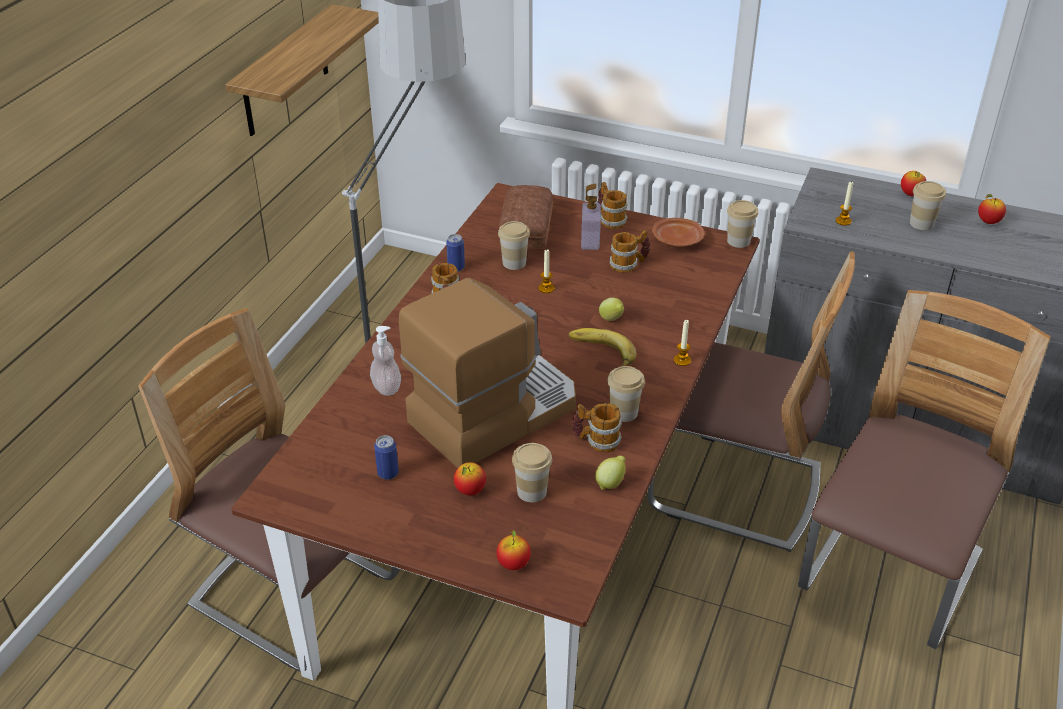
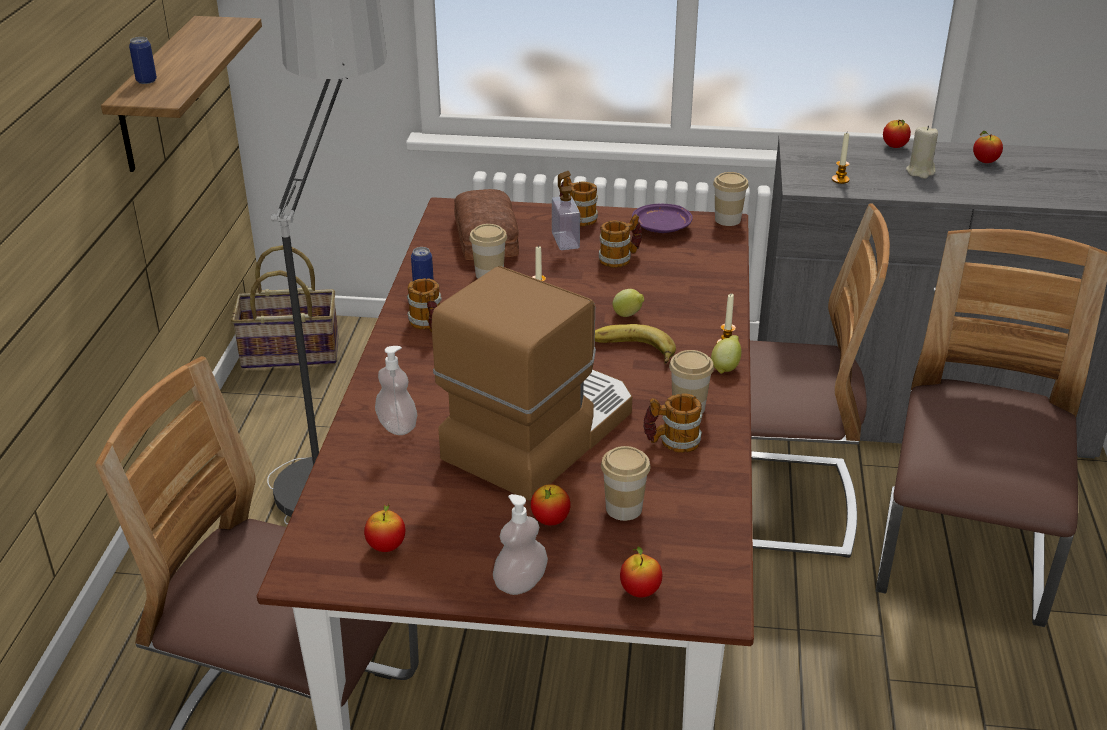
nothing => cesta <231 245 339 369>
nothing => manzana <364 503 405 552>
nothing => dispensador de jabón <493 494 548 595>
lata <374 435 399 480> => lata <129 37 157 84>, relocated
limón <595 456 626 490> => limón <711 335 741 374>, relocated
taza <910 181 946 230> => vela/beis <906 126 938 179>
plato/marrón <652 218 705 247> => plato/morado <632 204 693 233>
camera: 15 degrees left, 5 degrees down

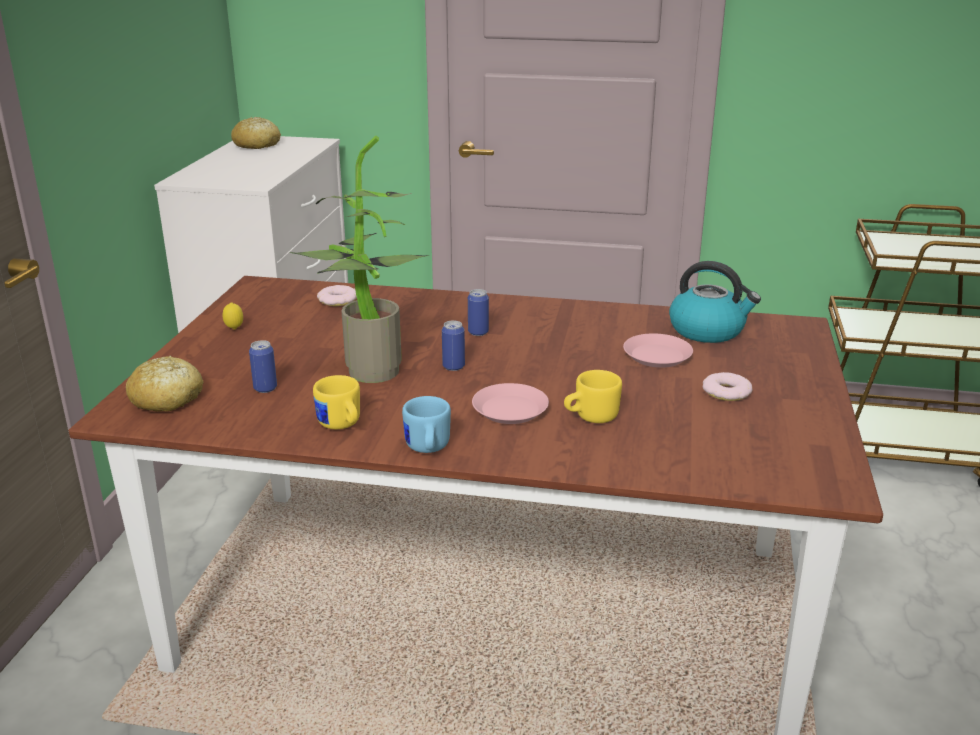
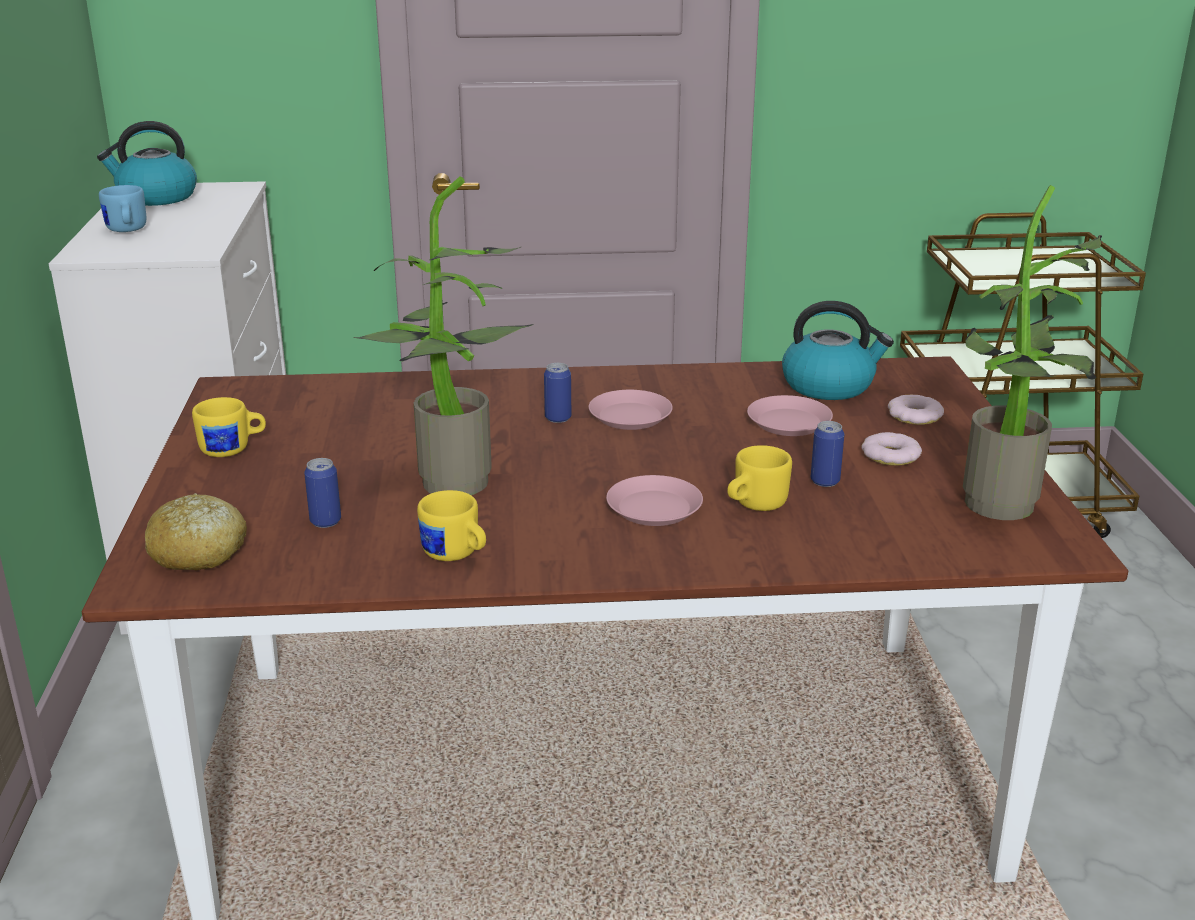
nothing => plato/rosa <589 390 673 430>
nothing => planta en maceta <963 185 1102 520>
rosquilla <317 285 357 306> => rosquilla <888 395 944 425>, relocated
taza grande/azul <402 396 451 453> => taza grande/azul <99 185 146 232>, relocated
lata <442 321 465 371> => lata <811 421 844 487>, relocated
limón <222 303 243 330> => taza grande/amarillo <192 397 266 457>
pan <231 117 281 149> => hervidor <97 121 197 206>
camera: 15 degrees left, 0 degrees up

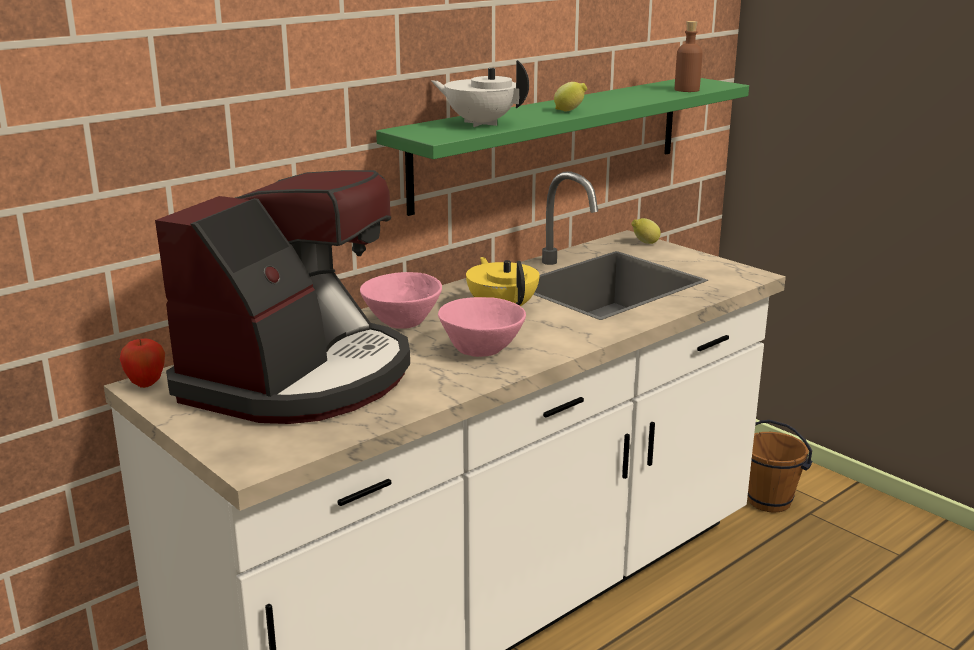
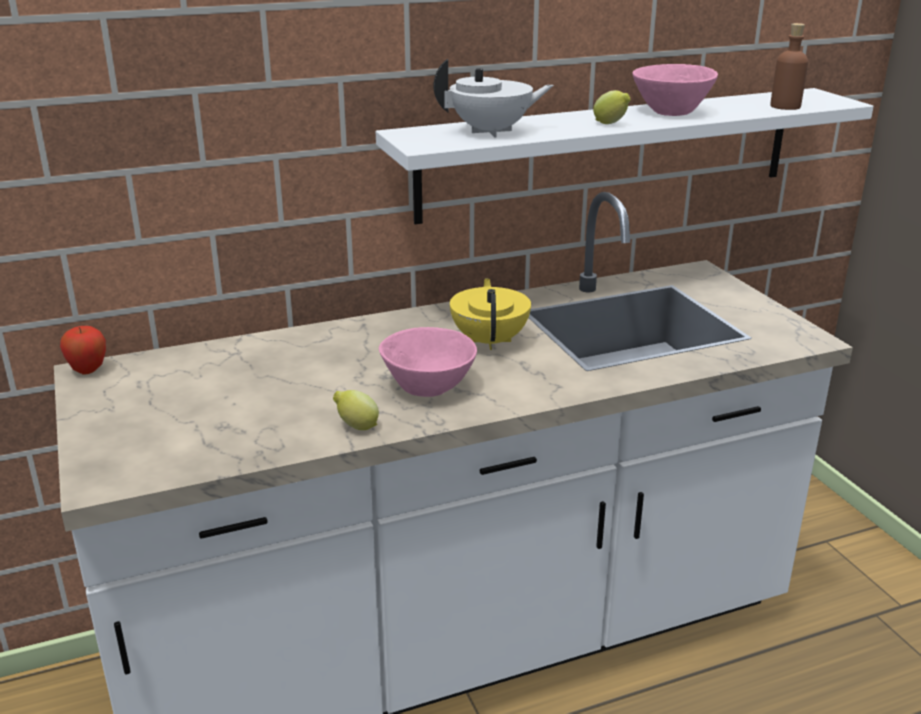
cafetera <155 170 410 424> => nothing
cubo/marrón <748 420 812 513> => nothing
cuenco/rosa <360 272 442 329> => cuenco/rosa <632 64 718 116>, relocated
limón <632 218 661 244> => limón <333 390 379 430>, relocated
estante/verde <376 78 749 216> => estante/blanco <376 88 874 224>
tetera/blanco <431 60 529 127> => tetera/blanco <433 59 554 137>, 120 degrees clockwise
camera: 20 degrees right, 5 degrees up

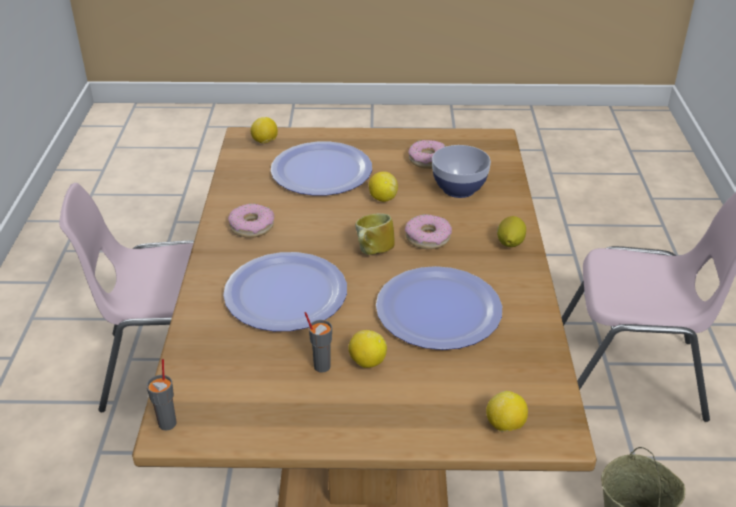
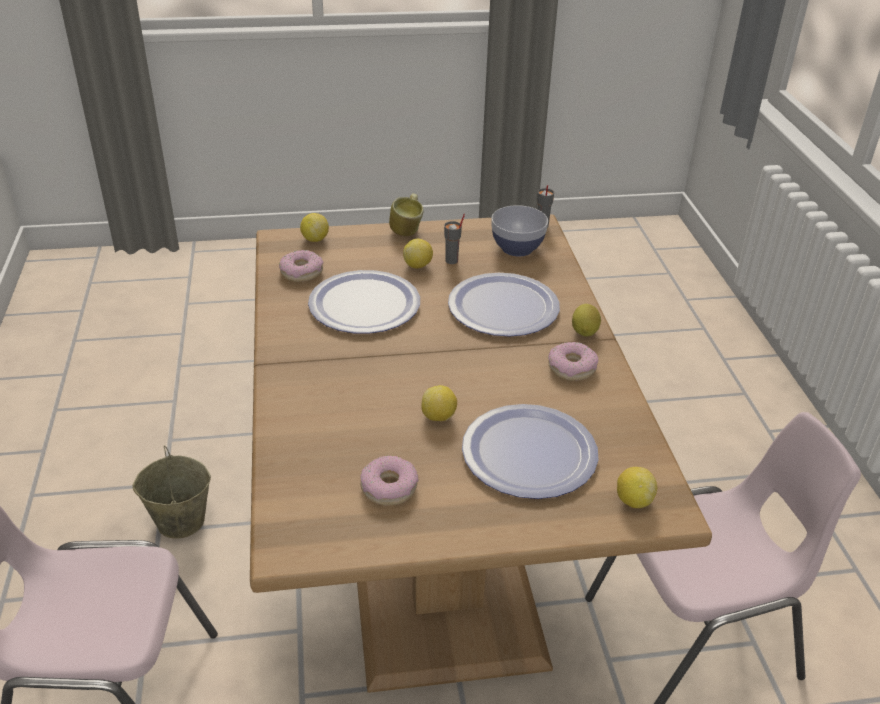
taza grande <355 213 395 255> => taza grande <389 193 423 236>, relocated
rosquilla <405 214 452 249> => rosquilla <279 250 324 282>, relocated
cuenco <432 145 491 198> => cuenco <491 205 548 256>, relocated
limón <497 216 526 247> => limón <572 304 601 337>, relocated
camera: 170 degrees right, 0 degrees up

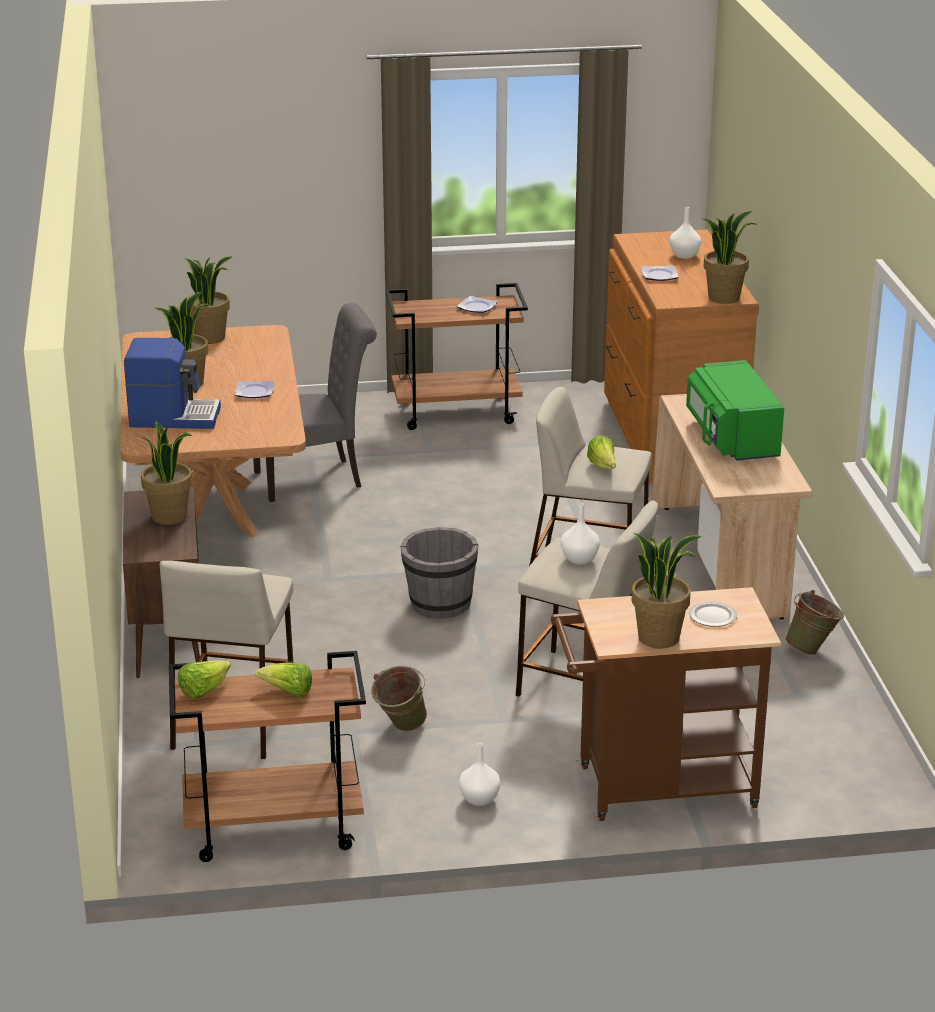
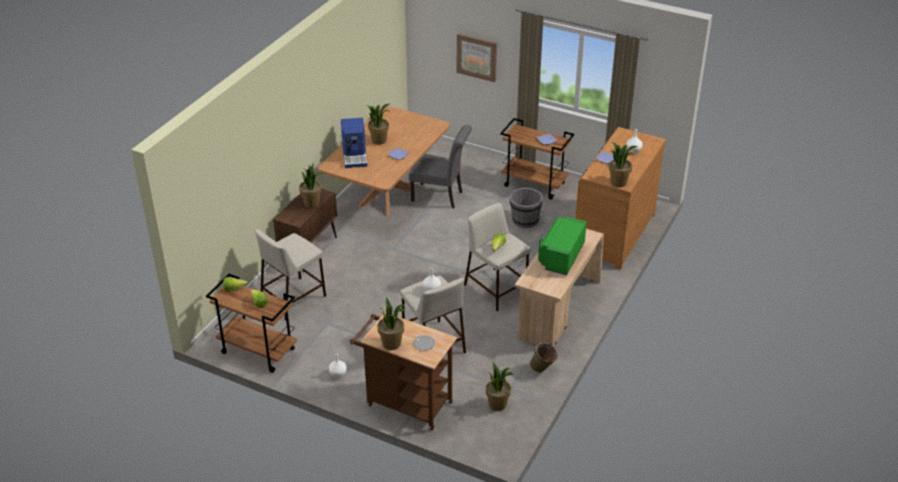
cubo/verde <371 665 427 731> => nothing
nothing => cuadro <457 33 497 82>
planta en maceta <184 256 233 344> => planta en maceta <486 362 514 411>, relocated
cubo/gris <400 527 478 619> => cubo/gris <510 188 543 228>, relocated
cafetera <124 338 221 429> => cafetera <341 118 367 168>, 45 degrees clockwise
camera: 35 degrees right, 10 degrees up

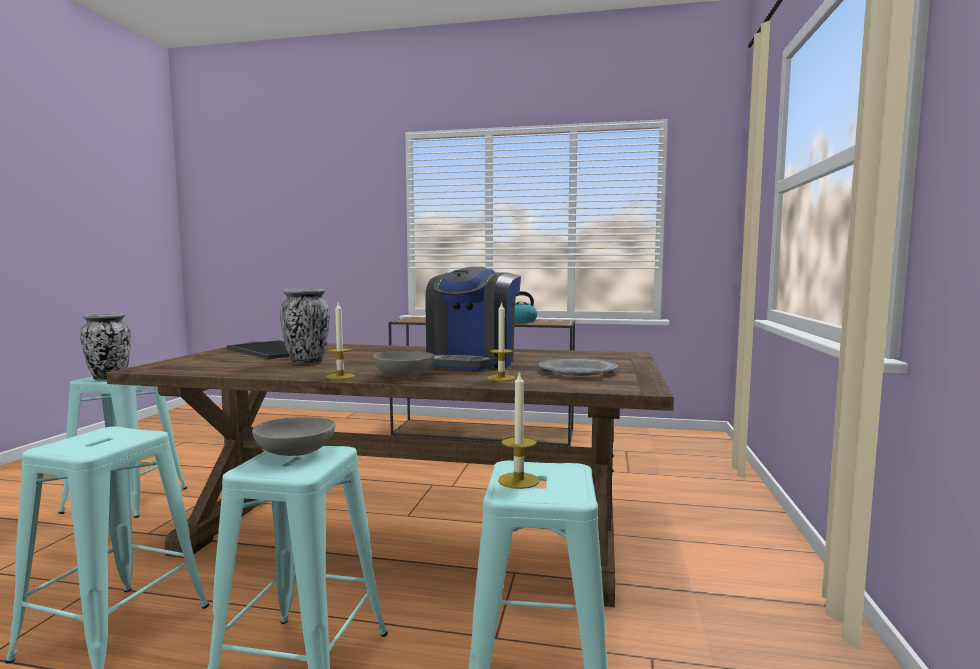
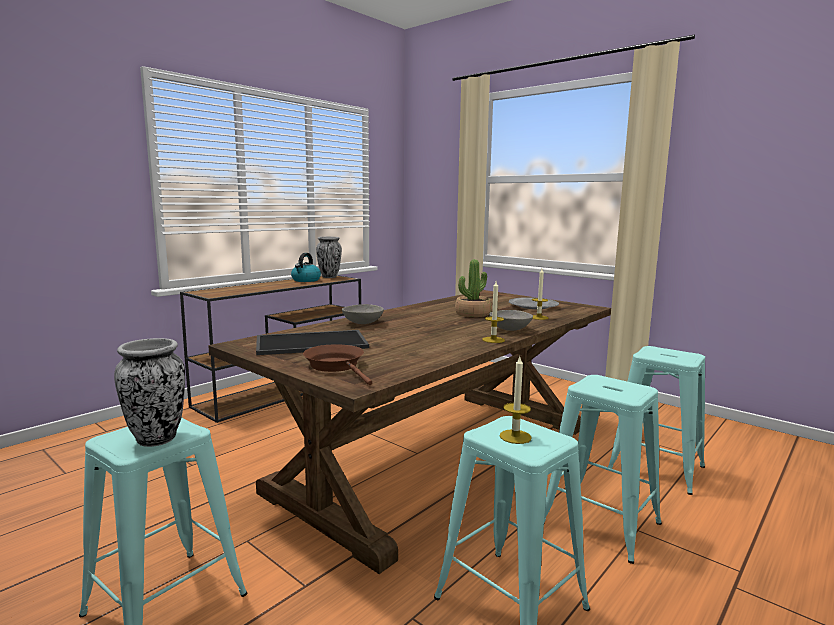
nothing => sartén/marrón <303 344 372 385>
cuenco/gris <252 417 335 456> => cuenco/gris <342 304 384 324>, relocated
florero <280 288 330 365> => florero <316 237 342 278>, relocated
vela <498 371 539 489> => vela <500 357 531 444>, relocated
cafetera <425 267 521 370> => planta en maceta <455 259 492 317>
camera: 60 degrees left, 5 degrees up

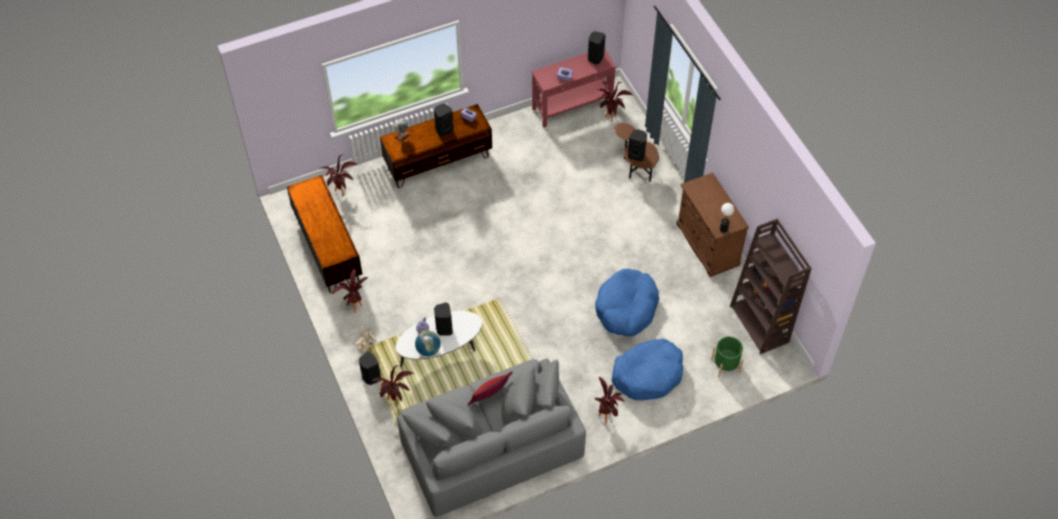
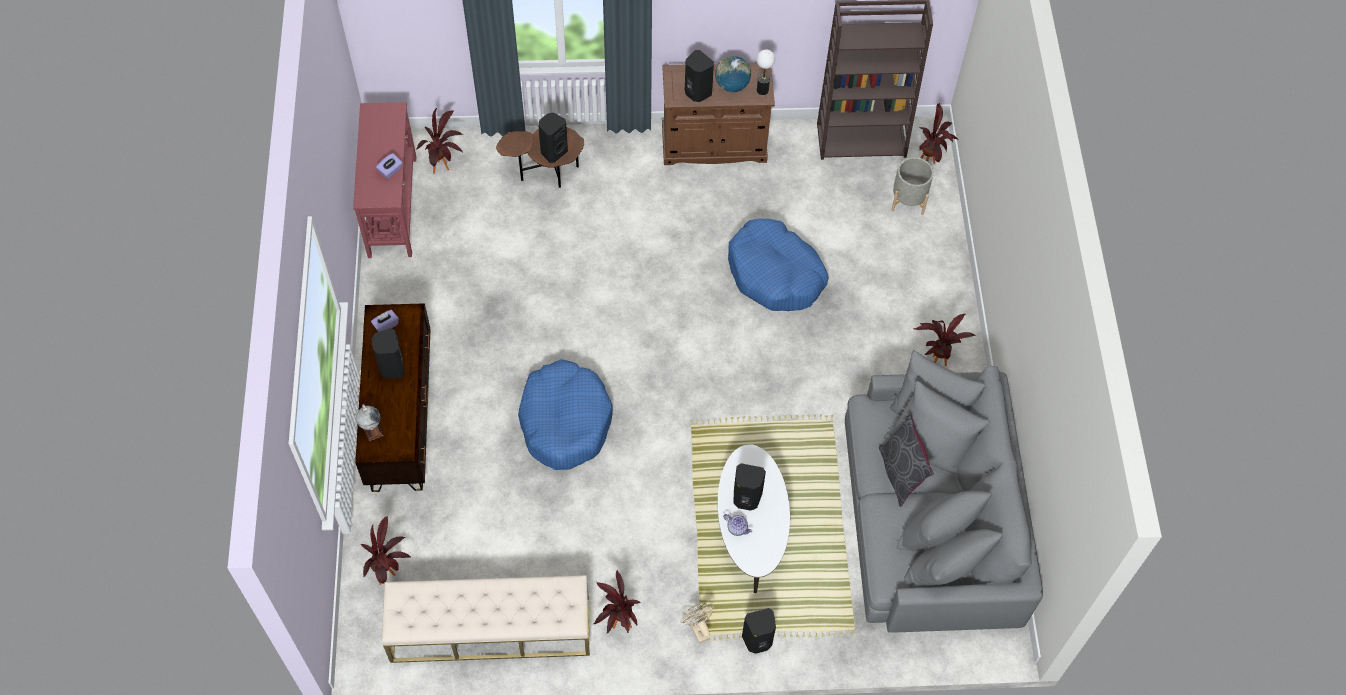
planta en maceta <371 365 414 404> => planta en maceta <919 103 959 164>, relocated
globo terráqueo <415 331 441 356> => globo terráqueo <715 56 751 92>, relocated
altavoz/negro <588 31 605 65> => altavoz/negro <685 50 714 102>, relocated
cama para perro/azul <611 339 683 401> => cama para perro/azul <518 359 612 470>, relocated
mueble de televisión/marrón <287 175 362 293> => banco/beis <382 575 590 663>
cojín/rojo <468 371 513 405> => cojín/gris <879 413 934 507>
maceta/verde <711 336 743 378> => maceta/gris <891 157 934 215>
camera: 70 degrees left, 5 degrees up

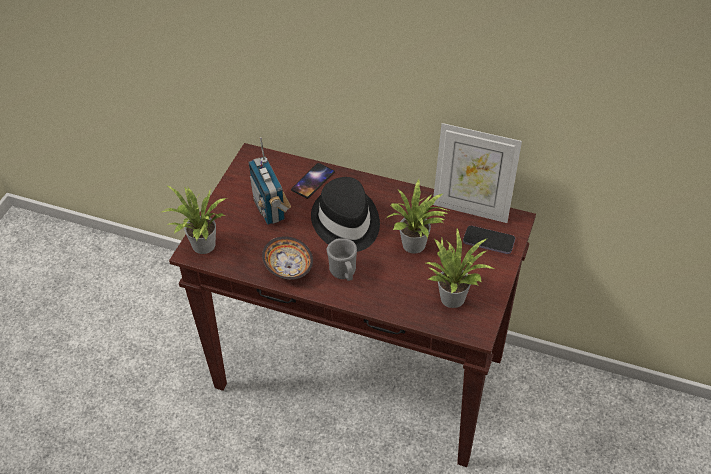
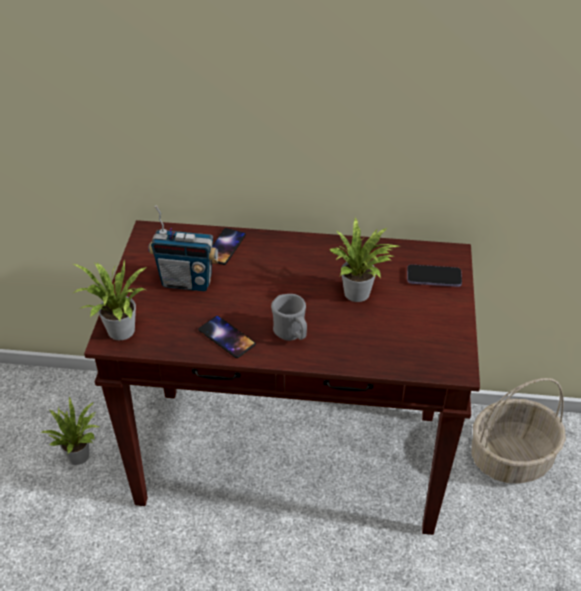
sombrero/negro <311 177 380 252> => nothing
portarretratos <433 123 522 223> => nothing
nothing => cesta <472 378 566 484>
planta en maceta <426 229 494 308> => planta en maceta <41 396 99 465>, relocated
cuenco <262 236 313 280> => móvil <198 316 256 358>
radio <248 137 291 225> => radio <148 205 219 291>, 45 degrees counterclockwise
camera: 15 degrees left, 5 degrees down

